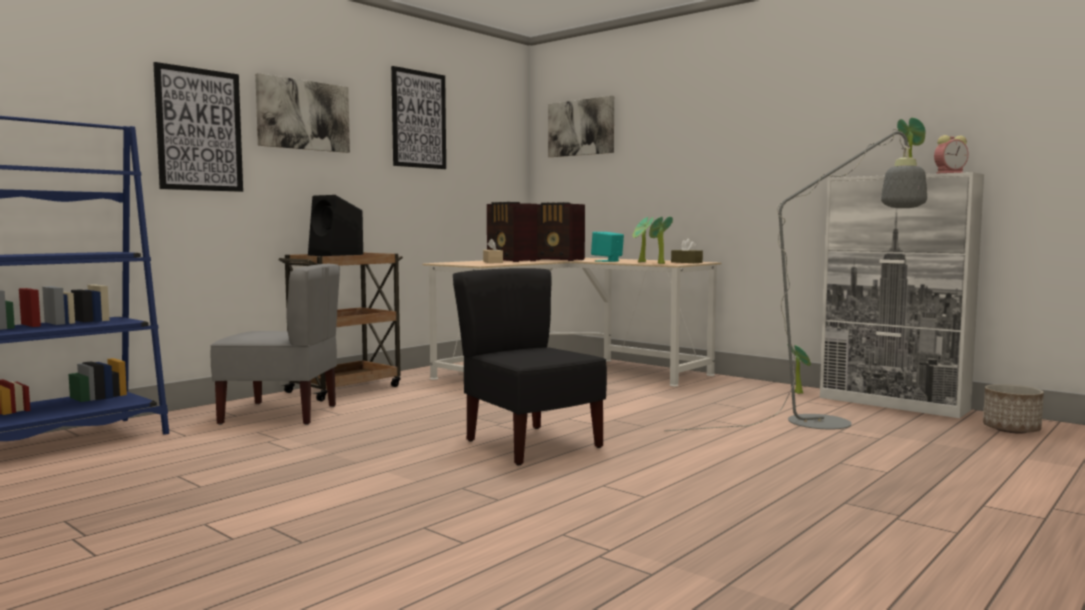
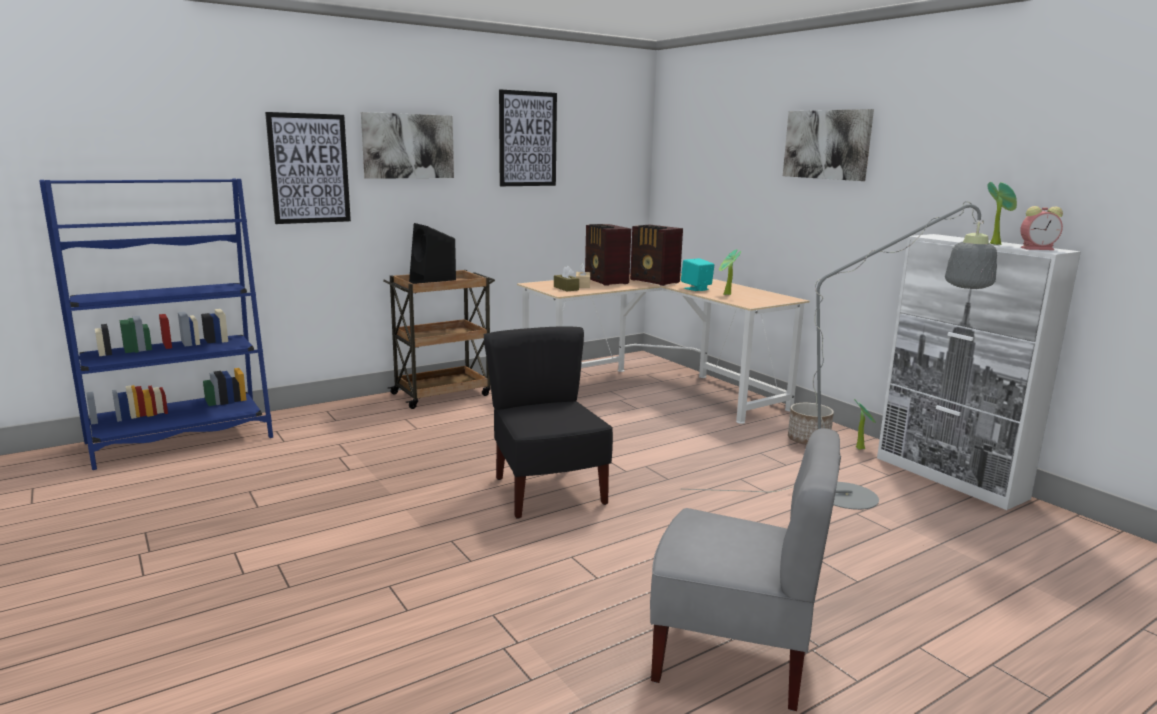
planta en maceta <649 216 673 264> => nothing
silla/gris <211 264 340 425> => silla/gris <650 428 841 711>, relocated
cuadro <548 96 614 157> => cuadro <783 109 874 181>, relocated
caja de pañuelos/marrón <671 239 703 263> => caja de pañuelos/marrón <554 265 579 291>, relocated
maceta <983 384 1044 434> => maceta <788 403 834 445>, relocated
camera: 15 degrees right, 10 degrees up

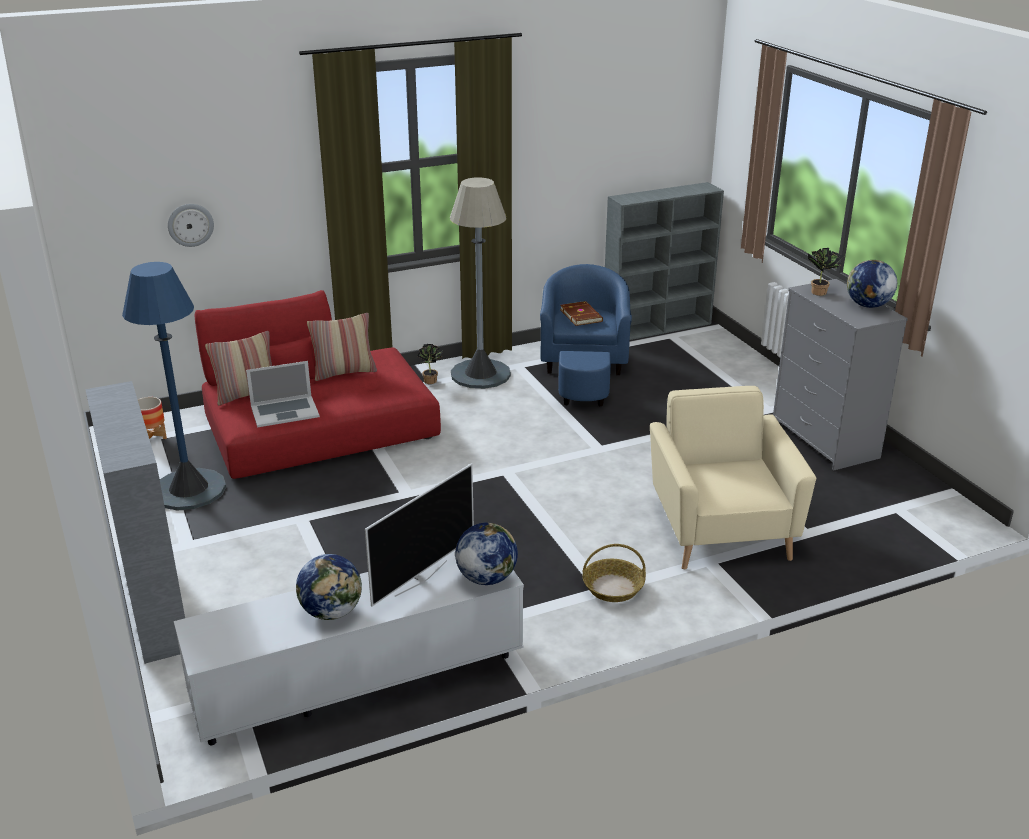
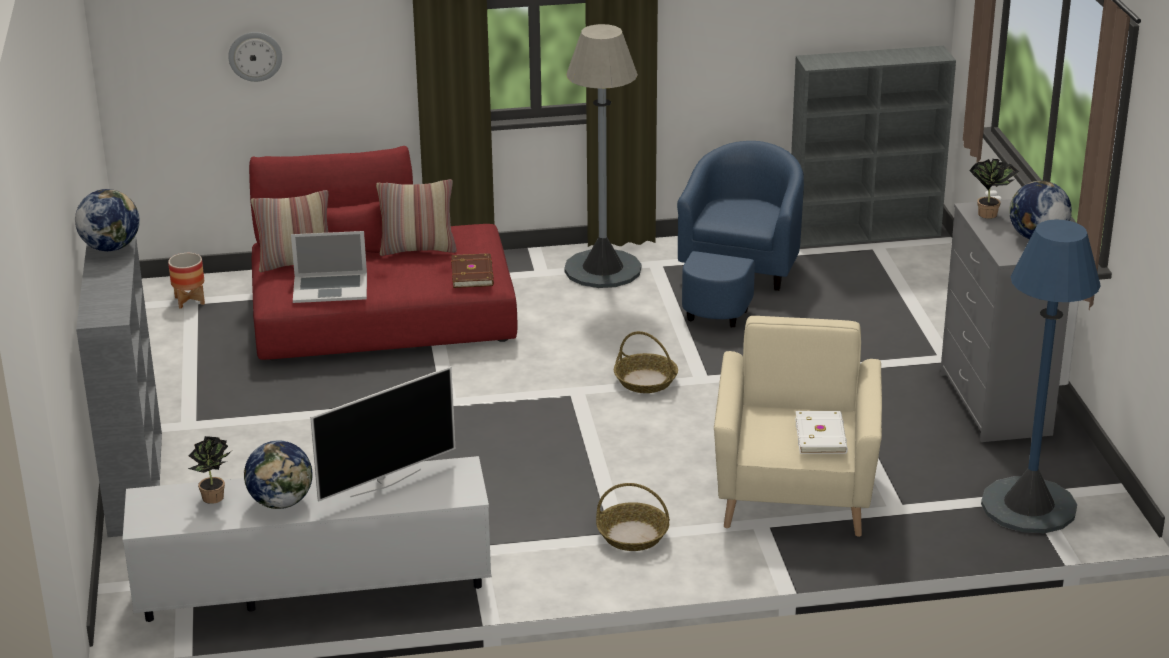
nothing => cesta <614 331 678 393>
nothing => libro/blanco <795 411 848 454>
lámpara de pie/azul <122 262 226 511> => lámpara de pie/azul <981 220 1101 534>, relocated
planta en maceta <417 344 443 384> => planta en maceta <188 436 231 504>, relocated
globo terráqueo <455 523 518 585> => globo terráqueo <75 189 140 251>, relocated
libro/marrón <560 301 603 326> => libro/marrón <451 253 494 288>, relocated
camera: 15 degrees right, 0 degrees up

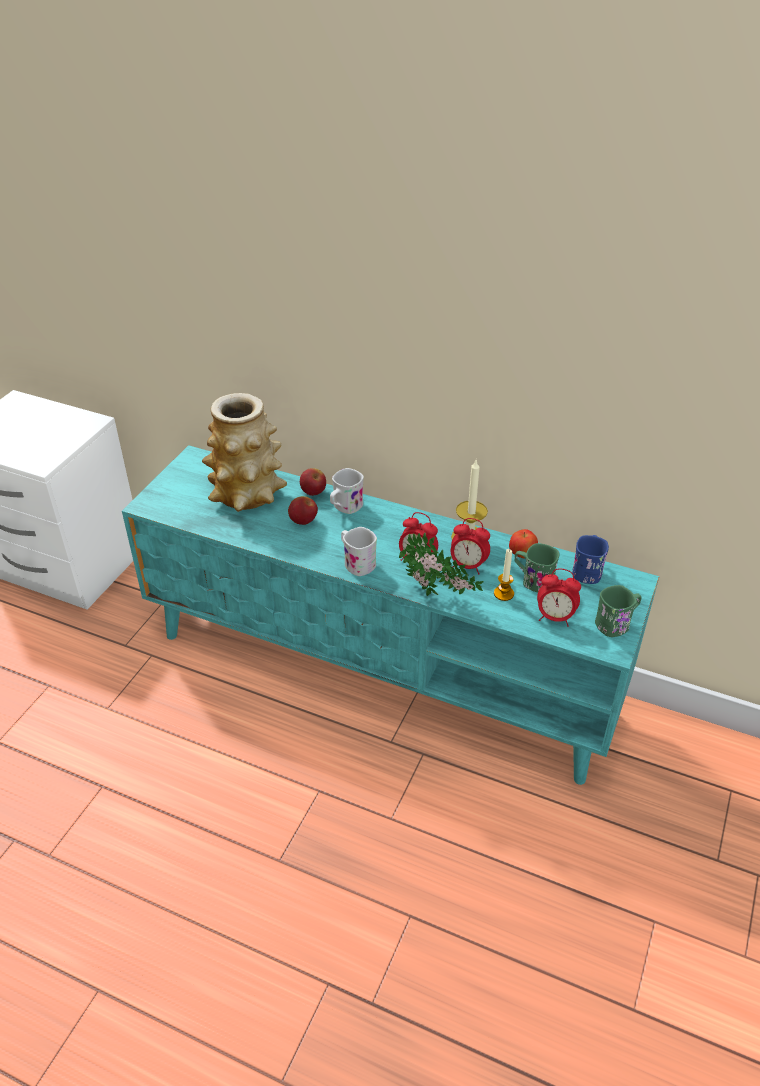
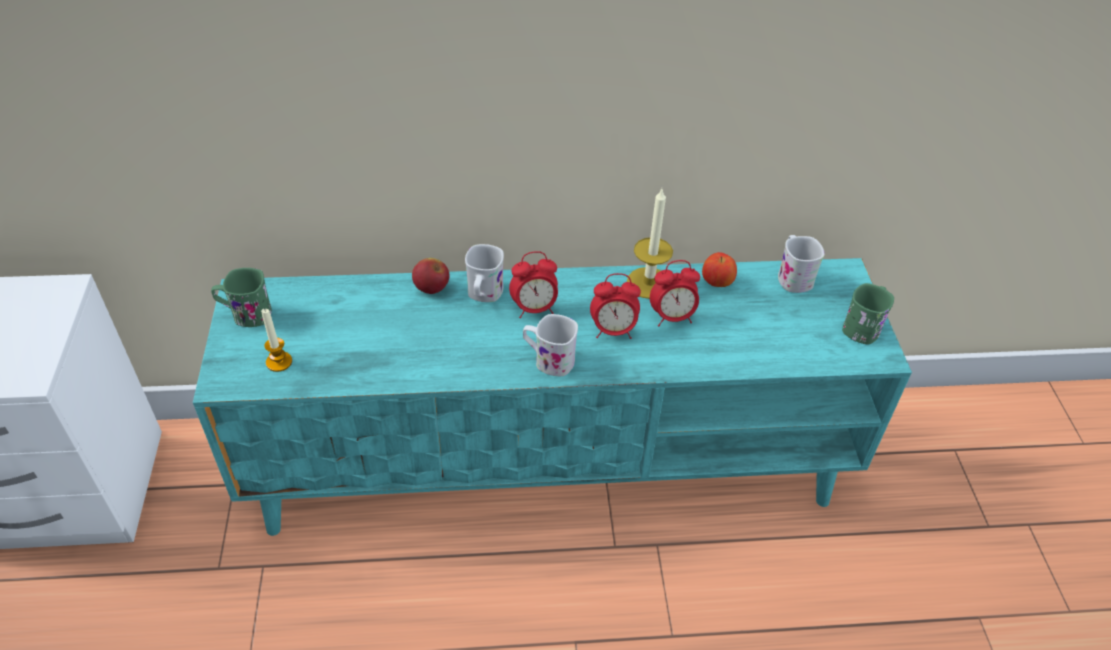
florero <202 393 287 512> => nothing
manzana <288 496 318 525> => nothing
planta en maceta <399 533 484 596> => nothing
vela <494 549 514 601> => vela <261 309 292 372>, relocated
taza grande/verde <514 543 559 592> => taza grande/verde <211 268 272 327>, relocated
despertador <537 569 581 627> => despertador <509 251 558 318>, relocated
taza grande/azul <572 535 609 584> => taza grande/blanco <778 235 824 293>
camera: 30 degrees left, 5 degrees up

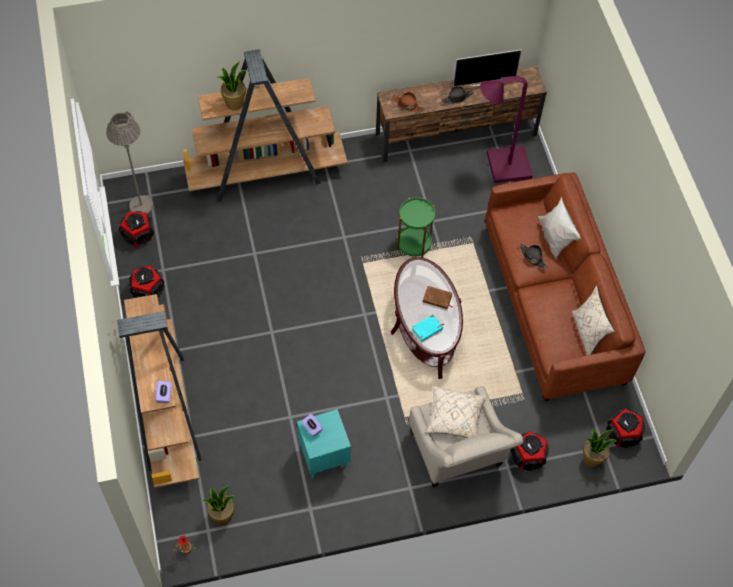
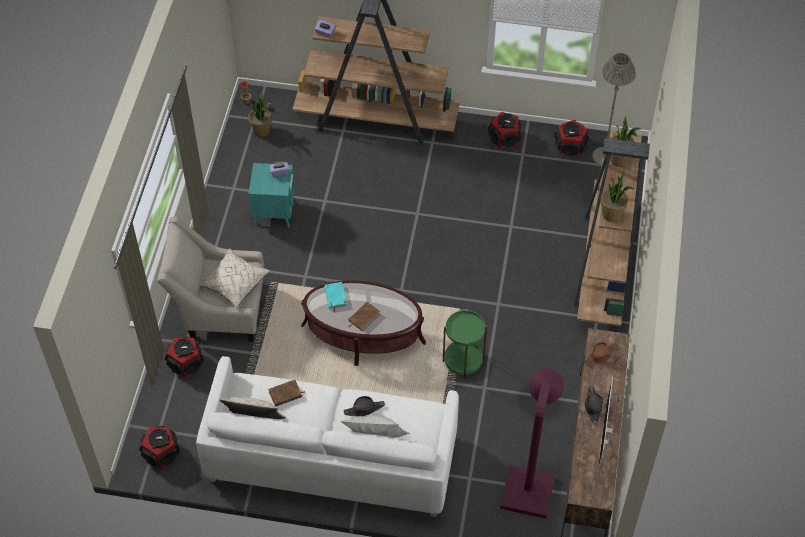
nothing => libro/marrón <268 380 305 407>
planta en maceta <583 428 617 467> => planta en maceta <600 172 635 222>, relocated
sofá/marrón <485 172 645 401> => sofá/blanco <196 356 459 517>
camera: 115 degrees right, 5 degrees down

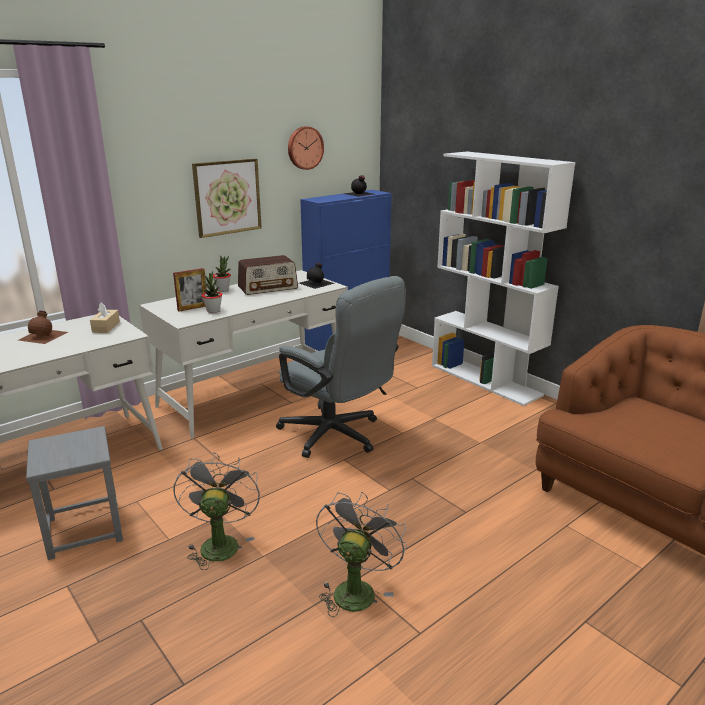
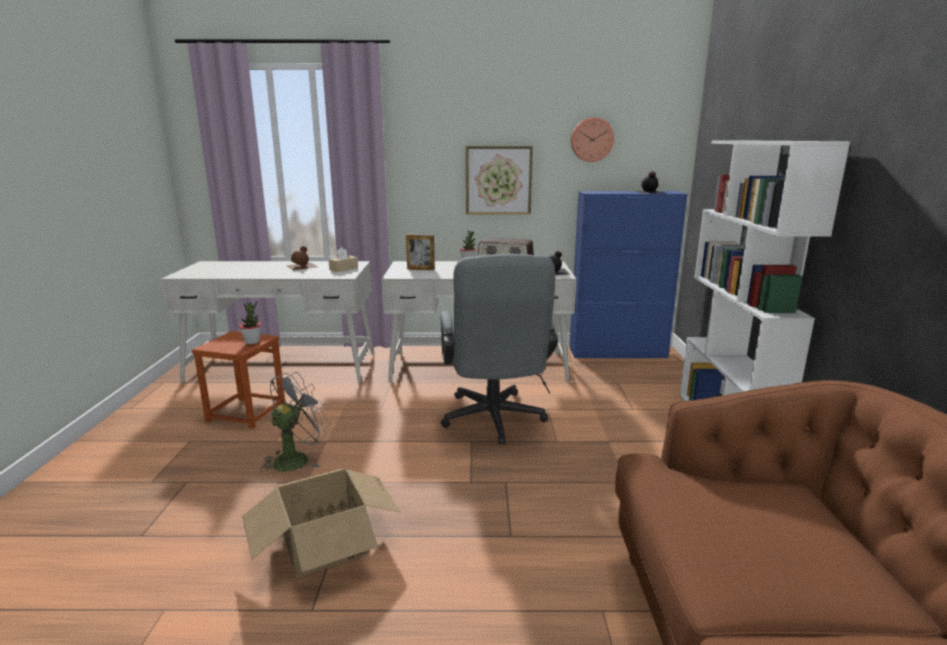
planta en maceta <202 271 222 313> => planta en maceta <239 301 262 344>, relocated
ventilador/gris <316 492 407 617> => caja de cartón <242 469 401 578>
taburete/gris <26 426 123 560> => taburete/marrón <192 331 285 429>
camera: 40 degrees right, 5 degrees down

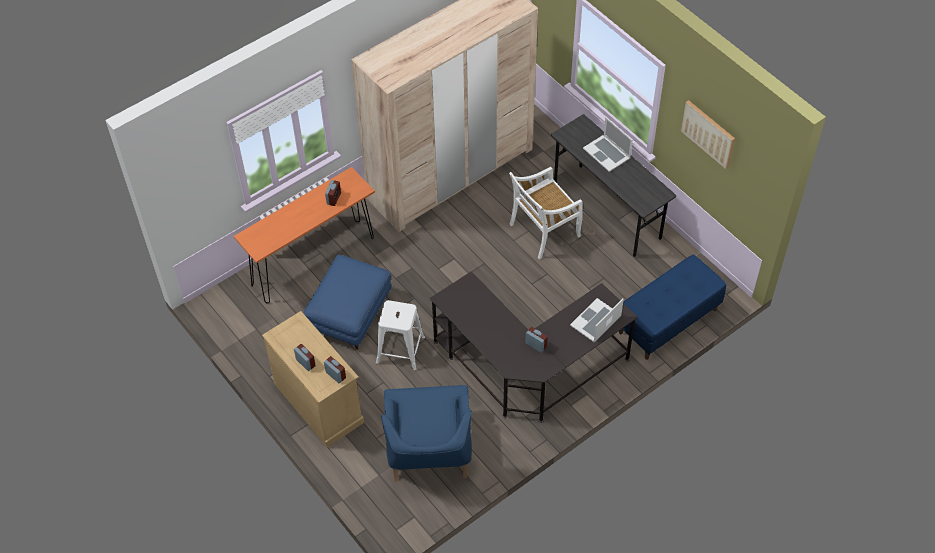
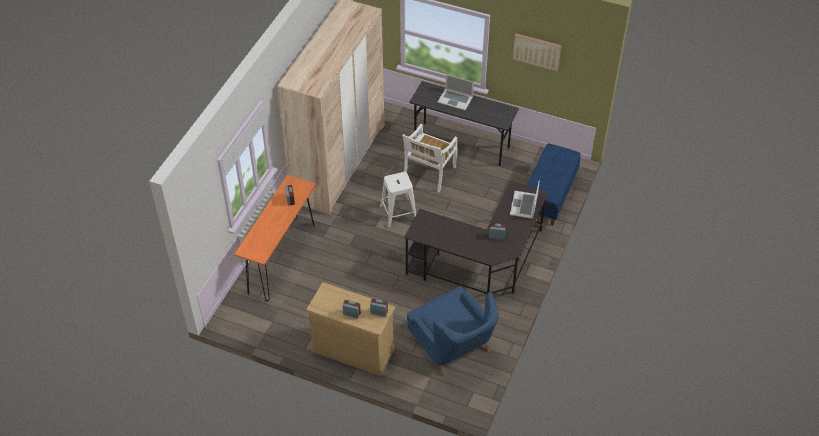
puf/azul <304 255 391 350> => nothing
taburete/blanco <376 300 425 371> => taburete/blanco <380 172 416 228>, relocated
camera: 30 degrees left, 5 degrees down

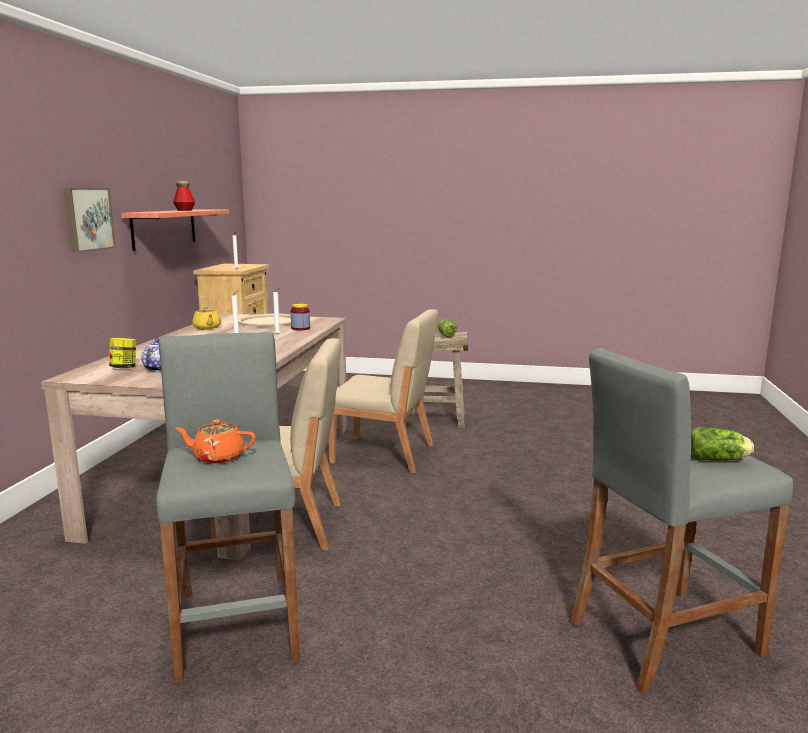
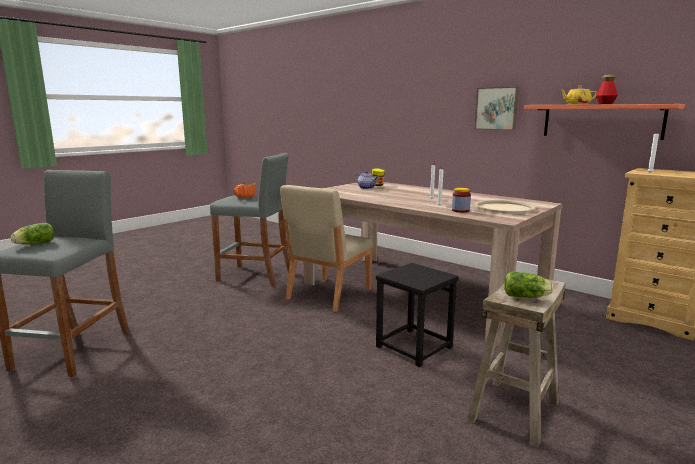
tetera/amarillo <192 306 221 329> => tetera/amarillo <559 85 597 104>, relocated
silla/beis <328 309 438 473> => taburete/negro <376 263 459 367>
camera: 120 degrees right, 0 degrees up

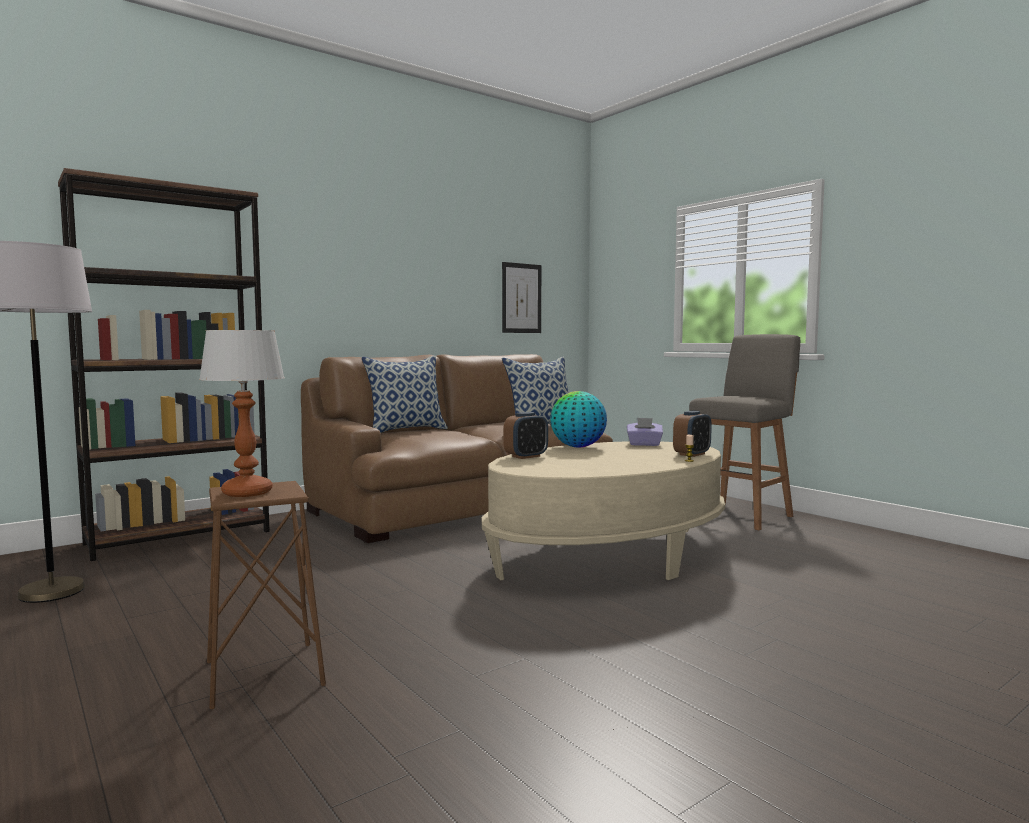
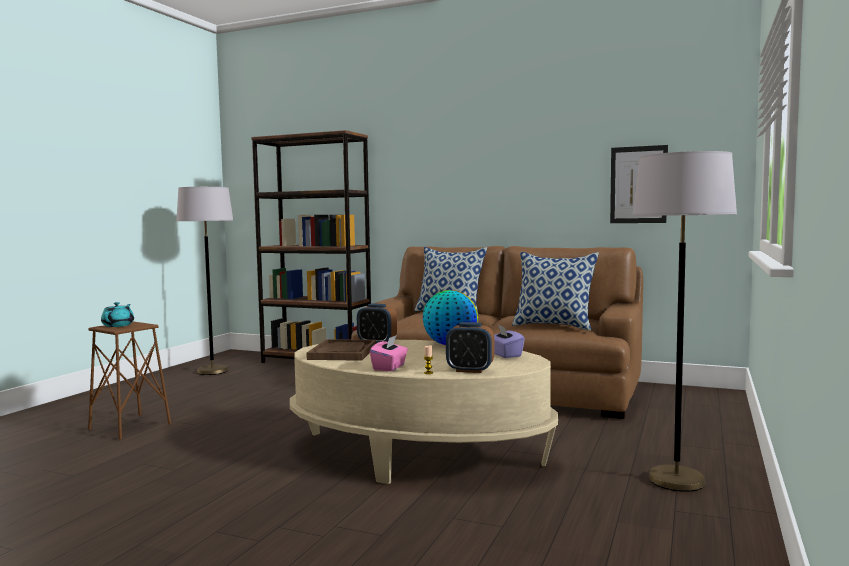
nothing => bandeja/marrón <306 339 376 361>
nothing => caja de pañuelos/rosa <370 335 408 371>
lámpara de mesa <199 330 285 497> => tetera/turquesa <101 302 134 327>
taburete/gris <689 334 800 530> => lámpara de pie/gris <632 151 737 492>
camera: 60 degrees right, 0 degrees up

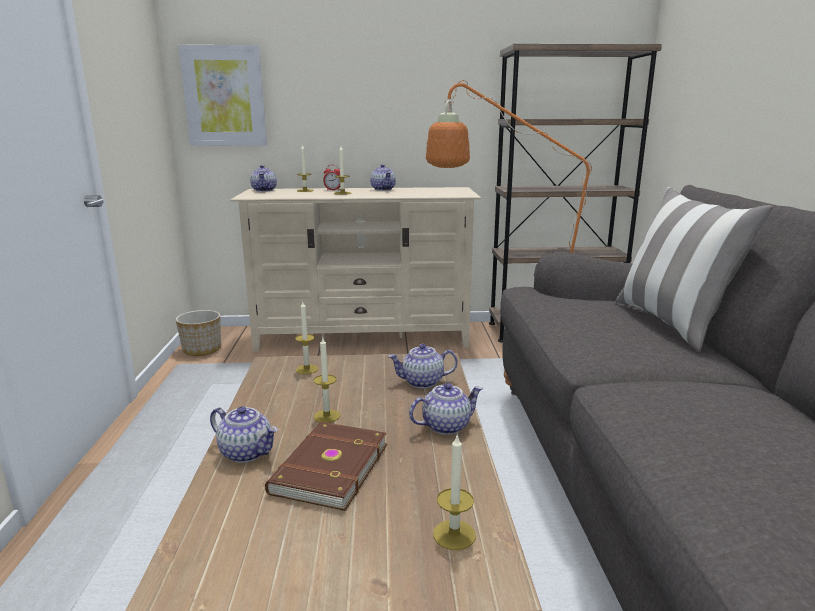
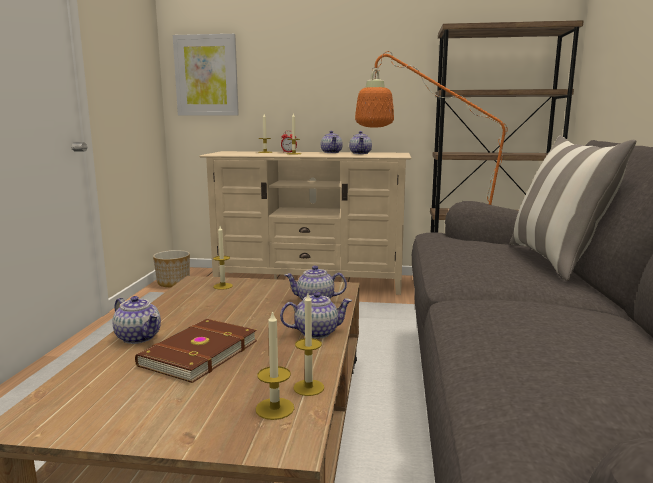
tetera <250 165 277 192> => tetera <349 131 372 154>, relocated
vela <314 338 340 423> => vela <294 294 324 396>, relocated
camera: 10 degrees right, 5 degrees down

